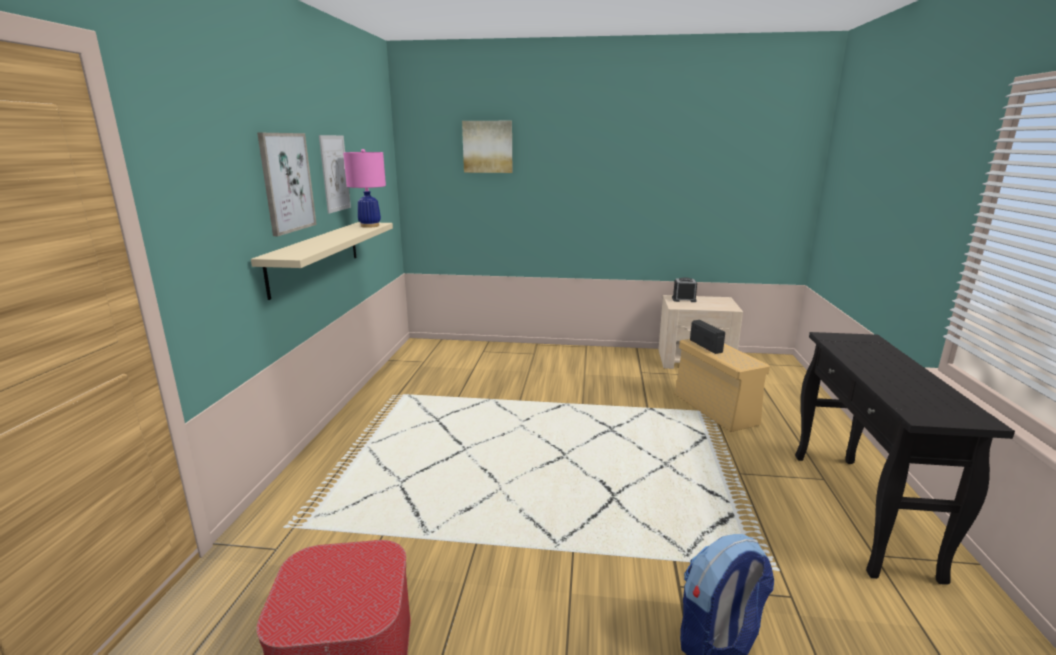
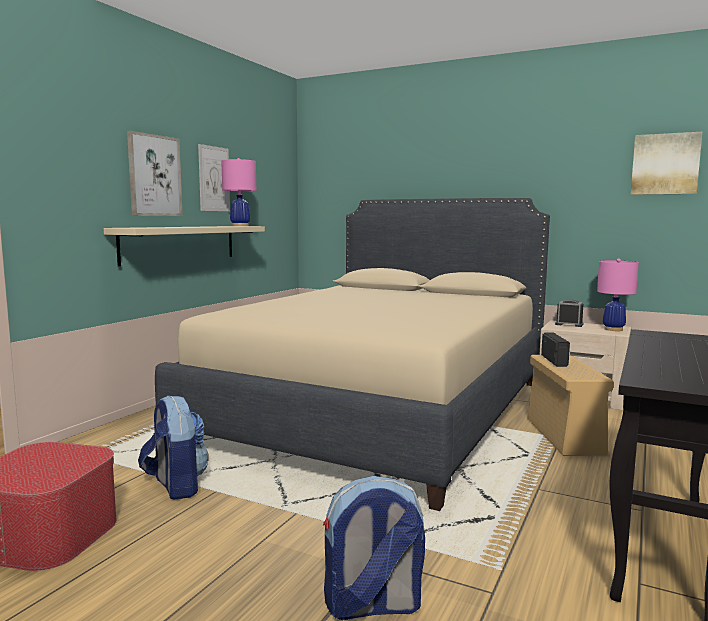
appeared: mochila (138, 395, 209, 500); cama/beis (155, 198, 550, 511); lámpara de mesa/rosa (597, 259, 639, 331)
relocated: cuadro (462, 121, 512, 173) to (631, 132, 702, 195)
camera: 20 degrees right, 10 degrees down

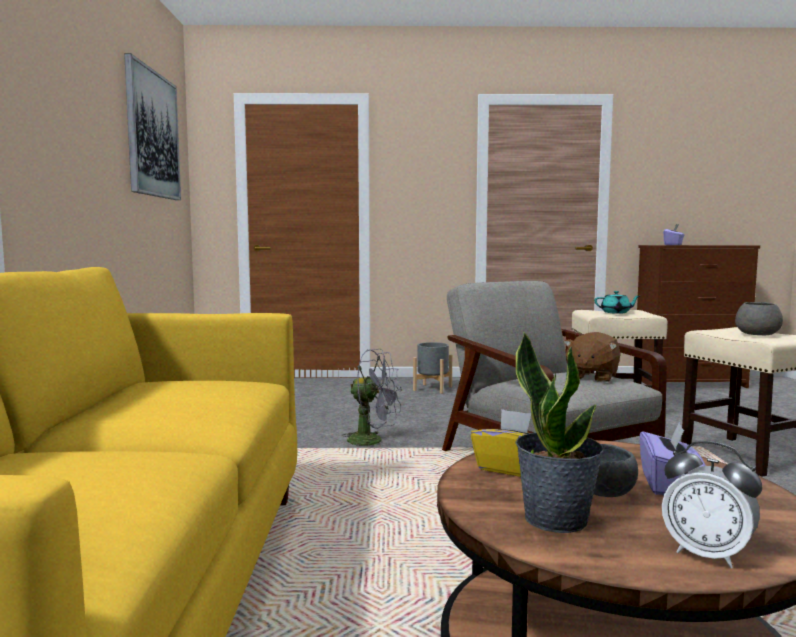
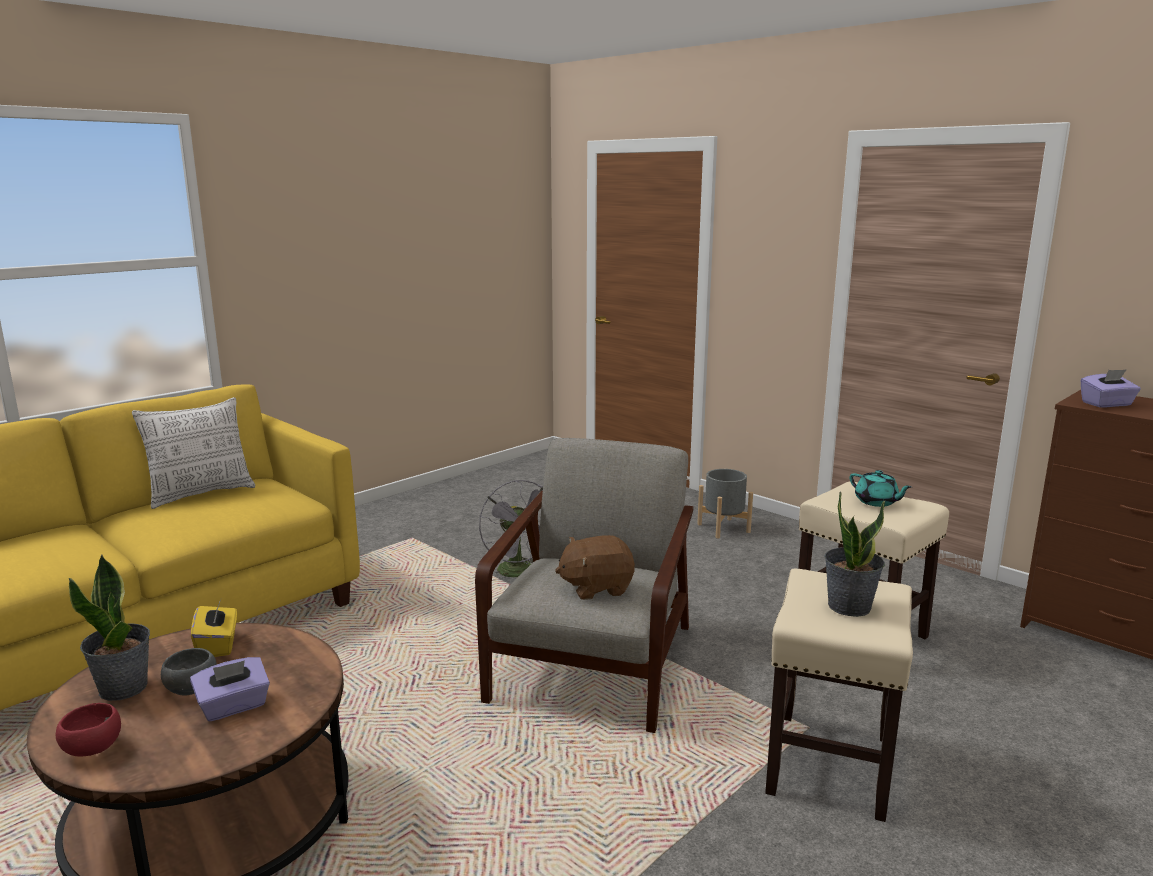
missing: cuadro (124, 53, 181, 200)
appeared: cojín (132, 397, 255, 509)
exchanged: despertador (662, 441, 762, 568) to cuenco/rojo (56, 703, 121, 756); cuenco/gris (735, 302, 783, 335) to planta en maceta (824, 491, 885, 617)
camera: 45 degrees right, 10 degrees up

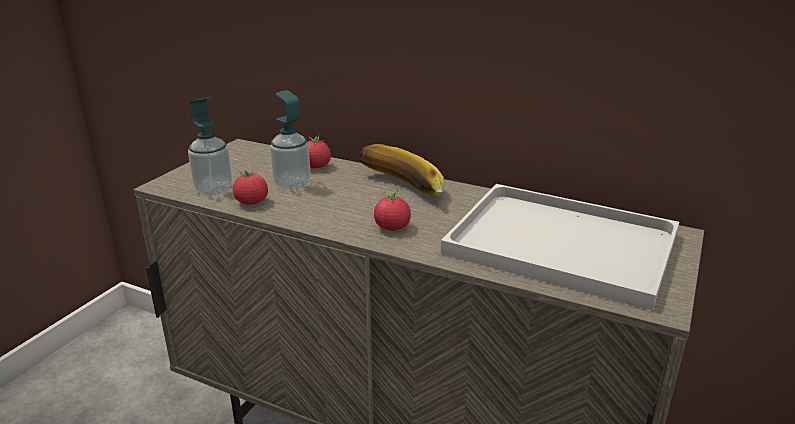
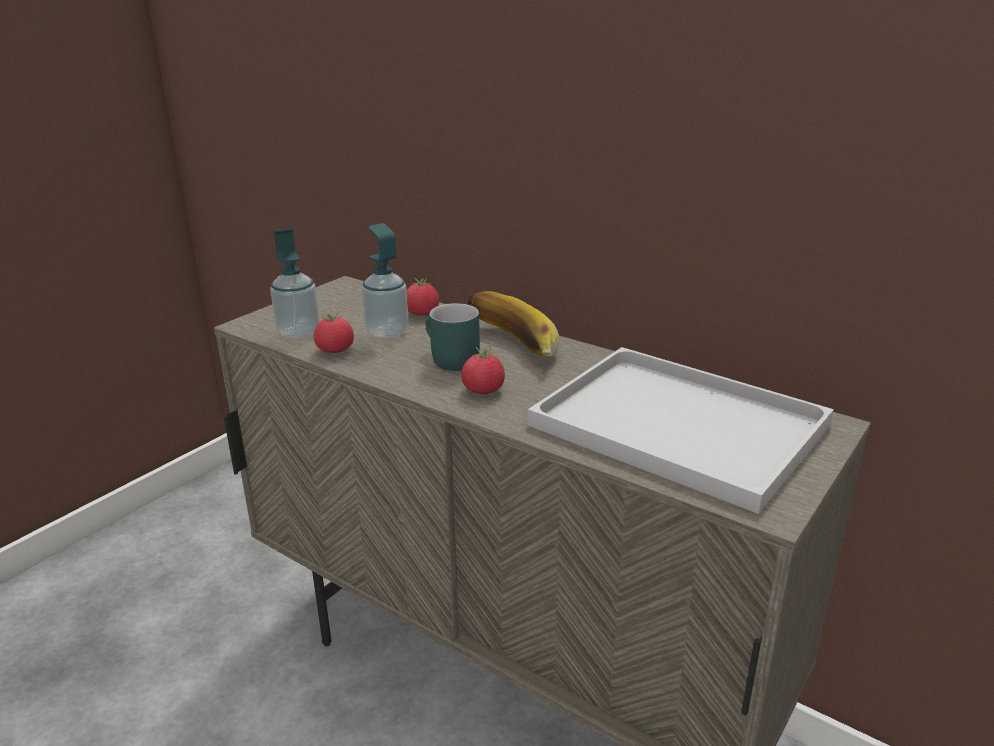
appeared: taza grande/turquesa (425, 303, 480, 371)
camera: 10 degrees right, 0 degrees up

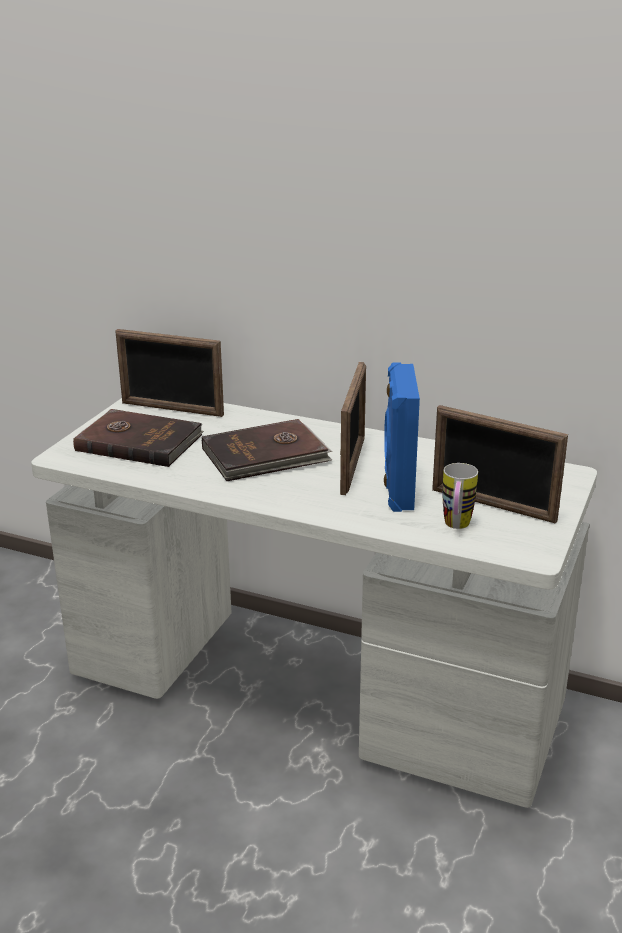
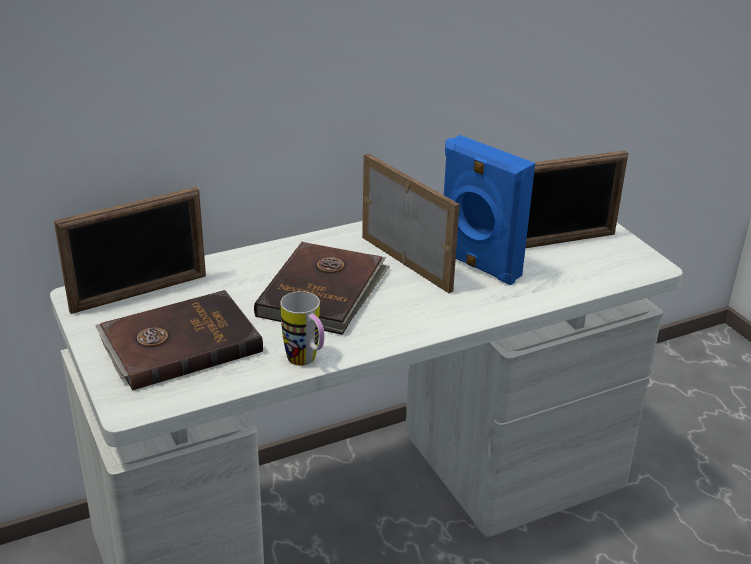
relocated: taza grande (443, 463, 478, 529) to (280, 291, 324, 366)
camera: 50 degrees left, 5 degrees up

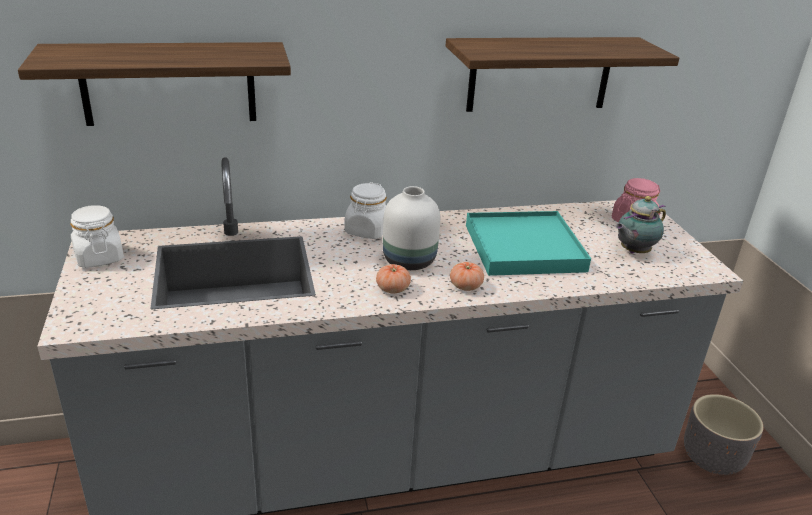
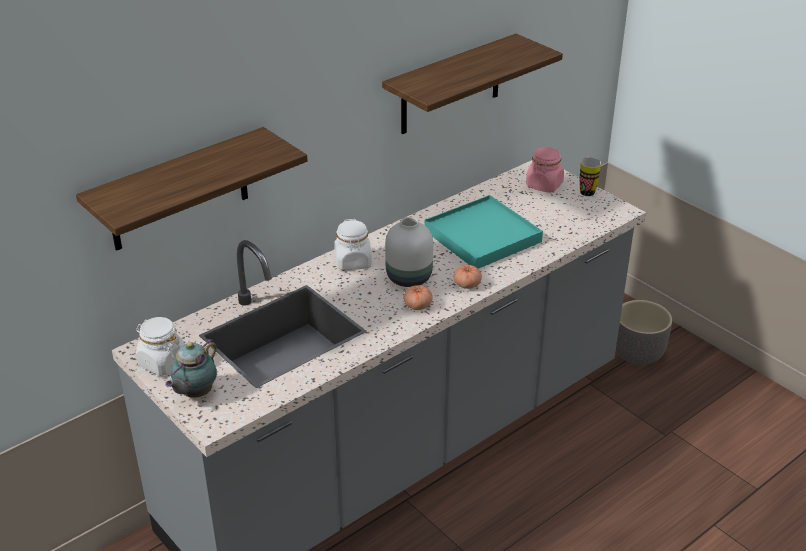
appeared: taza grande (580, 157, 601, 196)
relocated: tetera (615, 196, 666, 253) to (165, 339, 217, 398)
camera: 25 degrees left, 5 degrees up

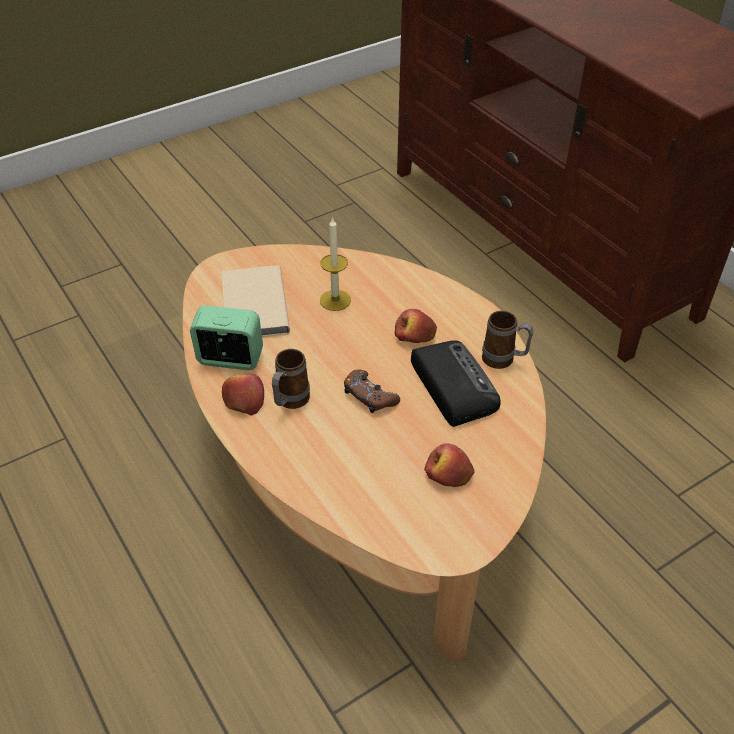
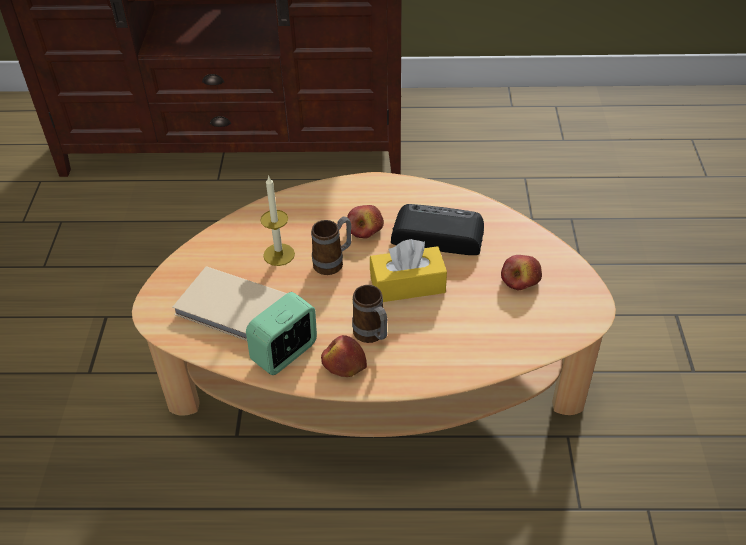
relocated: taza grande (482, 311, 533, 369) to (311, 216, 351, 275)
exchanged: mando de consola/marrón (344, 369, 400, 413) to caja de pañuelos/amarillo (370, 239, 447, 302)
camera: 55 degrees left, 0 degrees up

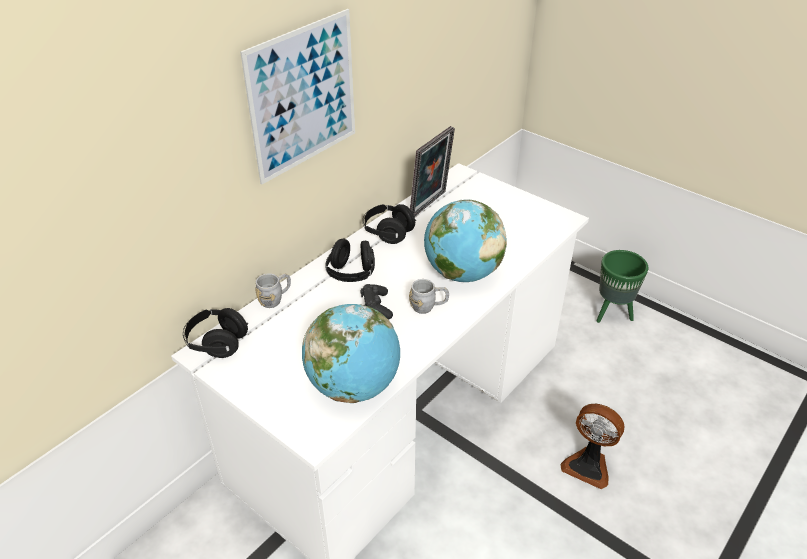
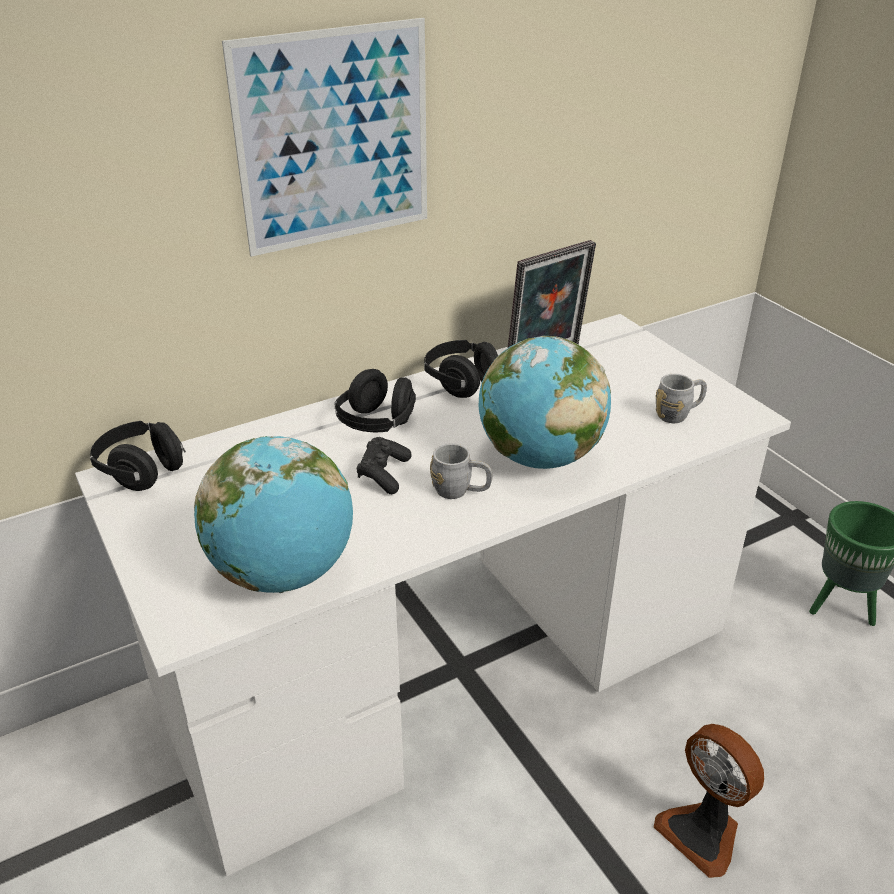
relocated: taza grande/gris (255, 273, 291, 308) to (656, 374, 707, 423)
camera: 20 degrees right, 5 degrees down

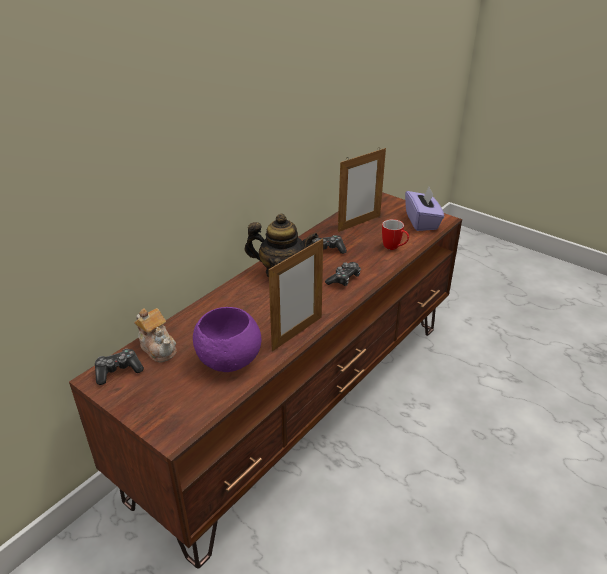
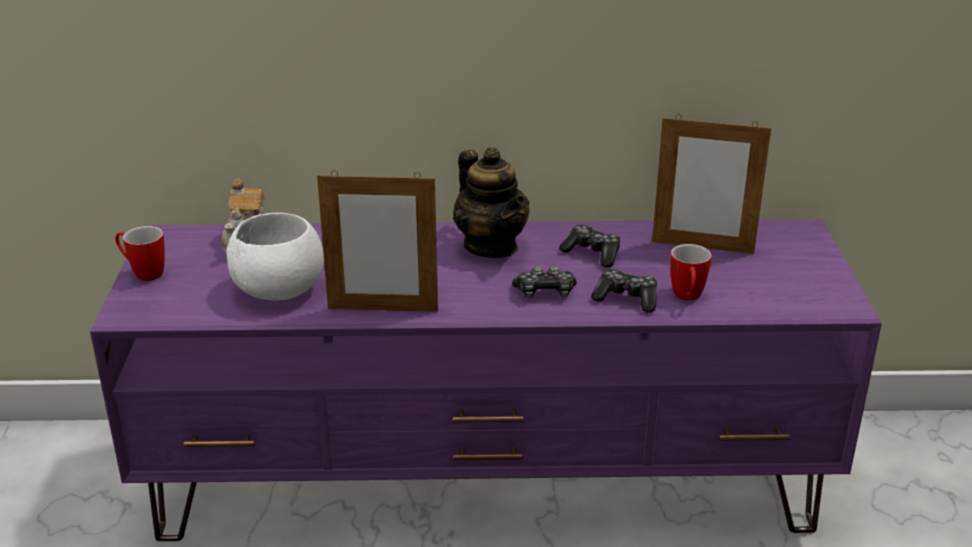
missing: caja de pañuelos/morado (405, 187, 444, 231)
appeared: taza grande (116, 226, 165, 281)
relocated: mando de consola (95, 348, 144, 385) to (591, 269, 657, 313)
colour: mueble de televisión/marrón (69, 192, 462, 568) to mueble de televisión/morado (90, 219, 882, 541); cuenco/morado (193, 307, 261, 372) to cuenco/blanco (226, 213, 324, 300)
camera: 50 degrees right, 5 degrees down

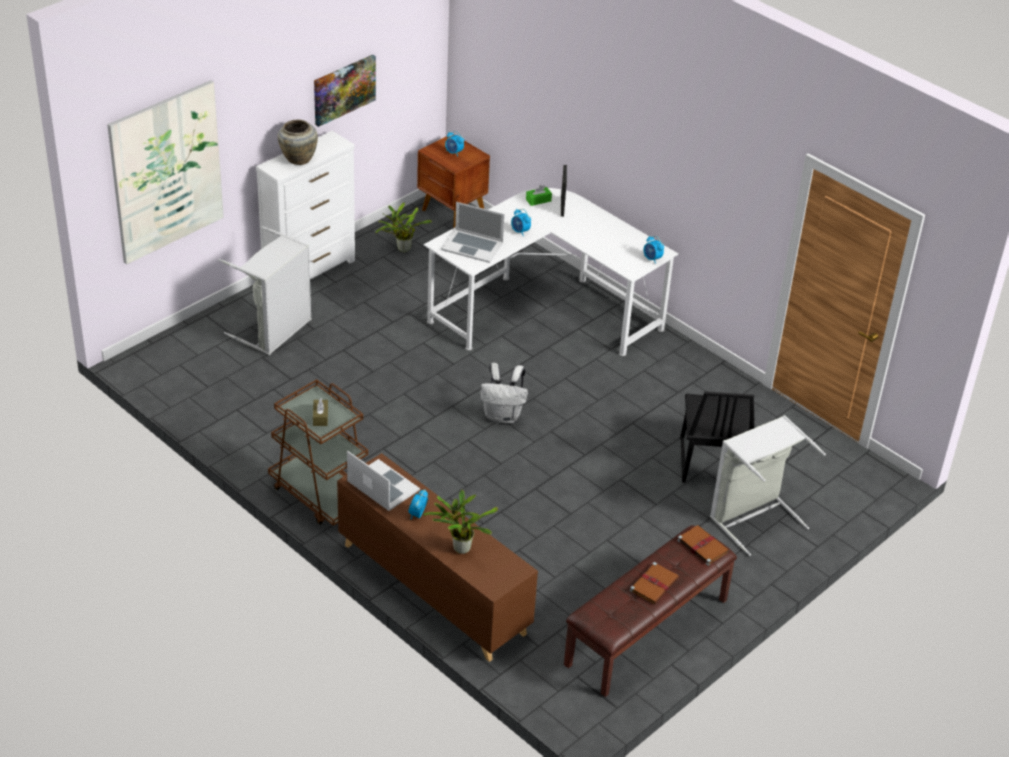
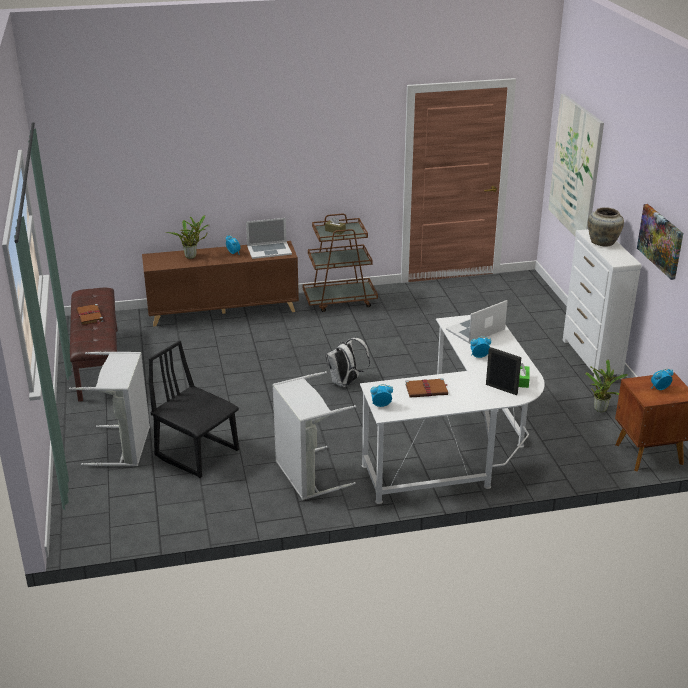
relocated: cesto de la ropa/gris (219, 226, 312, 355) to (272, 371, 356, 500); libro/marrón (677, 525, 729, 566) to (405, 378, 448, 398)
camera: 125 degrees right, 10 degrees down

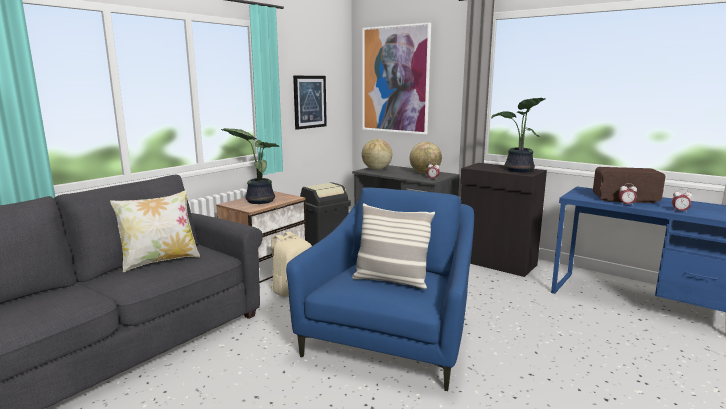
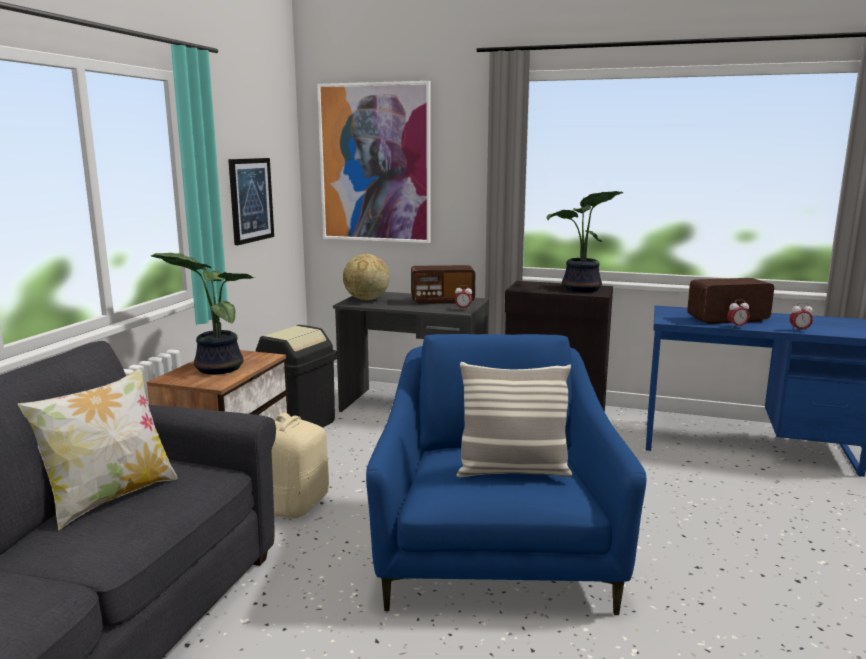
exchanged: globo terráqueo (409, 142, 442, 174) to radio (411, 265, 475, 304)
camera: 20 degrees left, 0 degrees up

